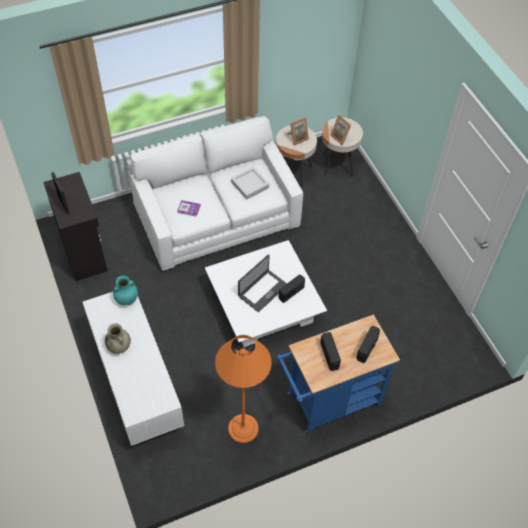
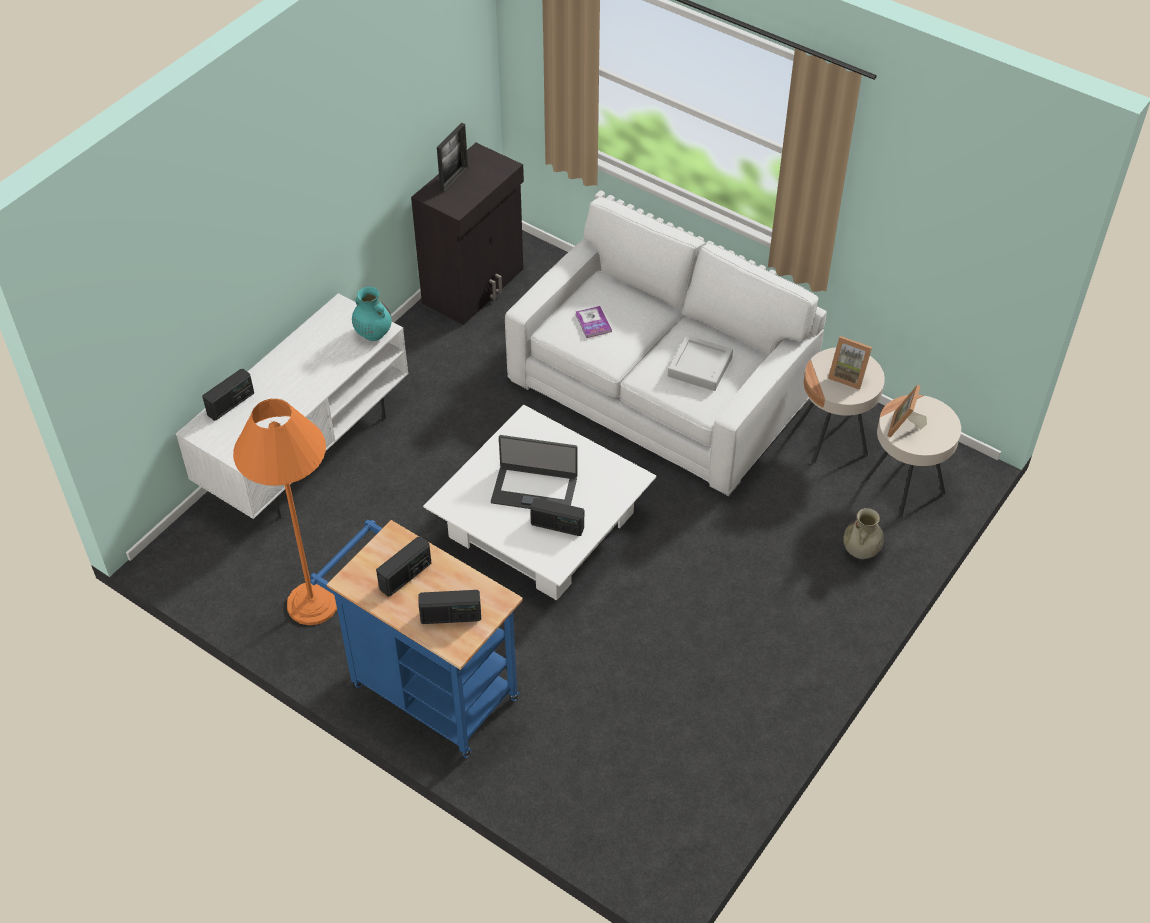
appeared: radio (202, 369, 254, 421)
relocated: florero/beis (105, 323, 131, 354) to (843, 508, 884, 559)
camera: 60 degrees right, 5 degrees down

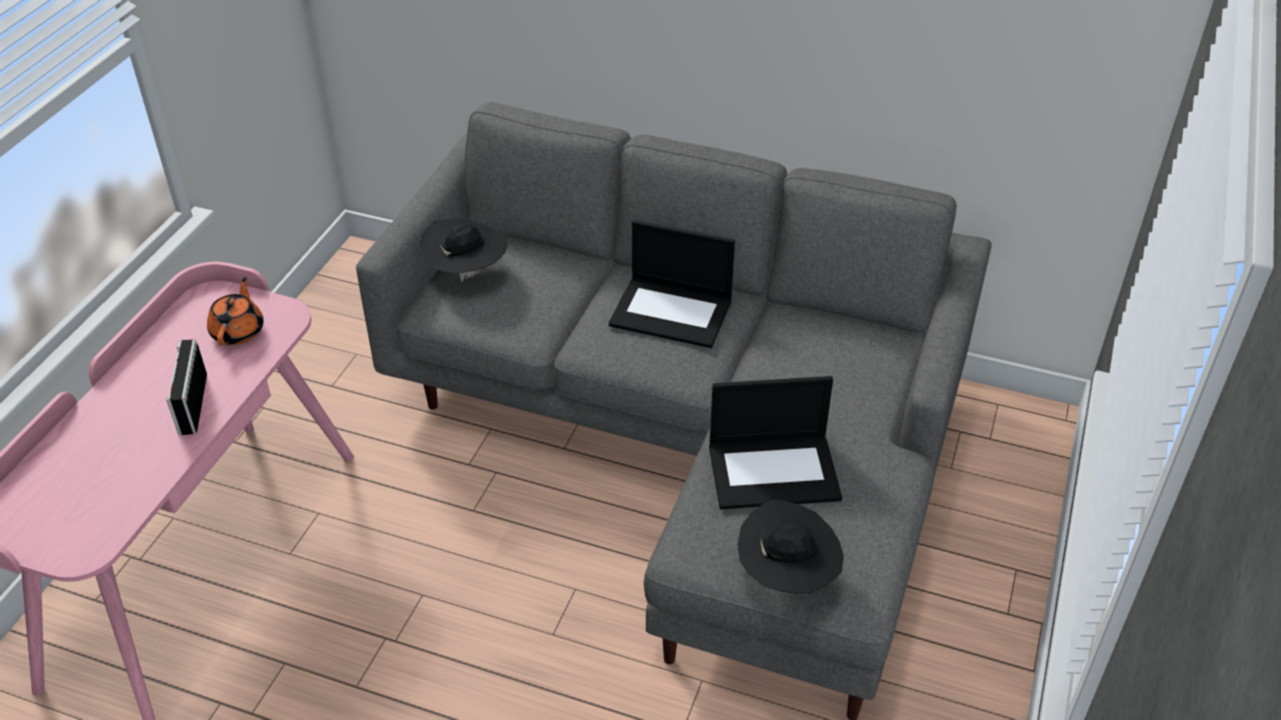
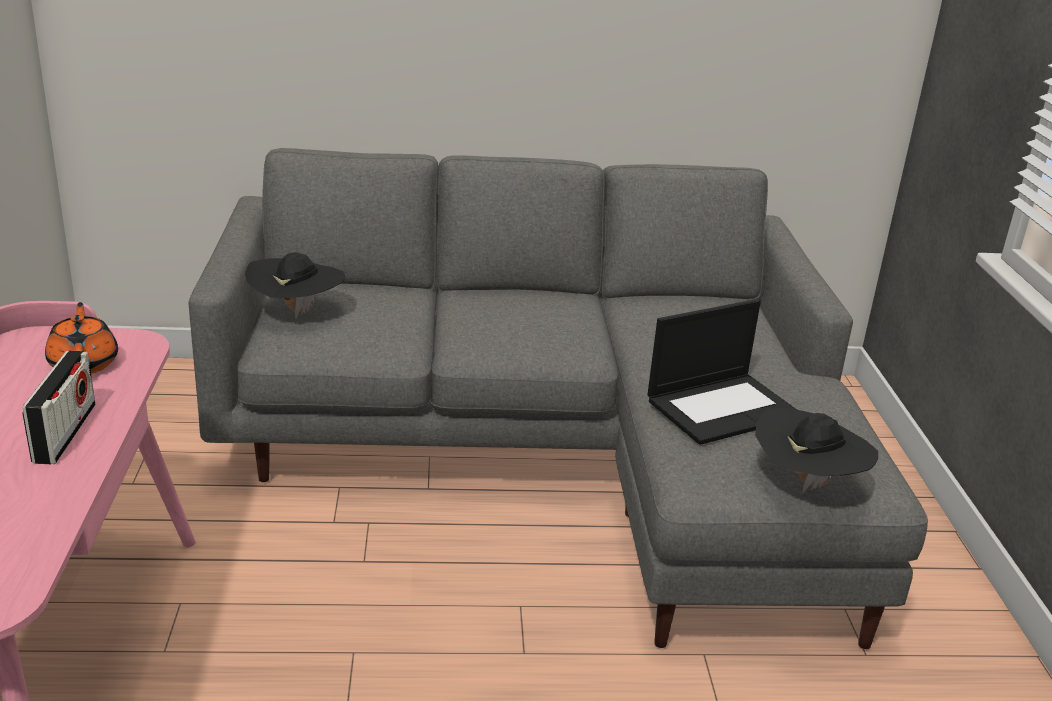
missing: portátil (609, 220, 735, 348)
spun: radio (166, 339, 207, 435) = (22, 351, 95, 464) 150 degrees counterclockwise
camera: 25 degrees left, 15 degrees down

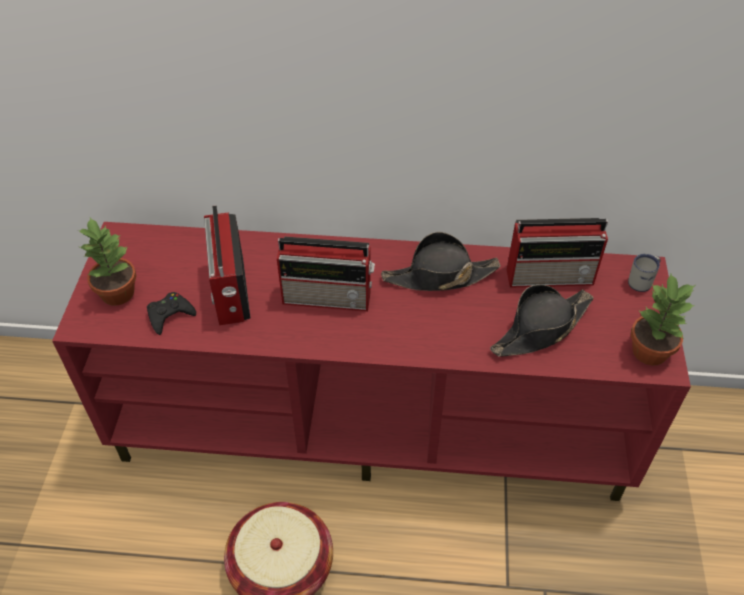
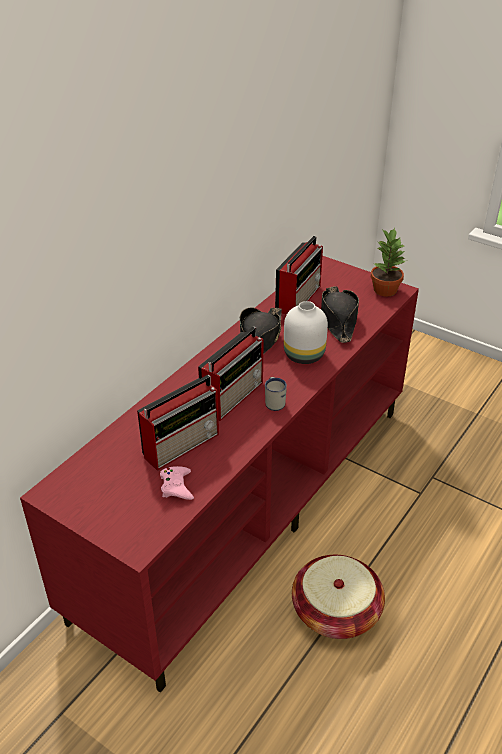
missing: planta en maceta (78, 218, 136, 305)
appeared: florero/blanco (284, 301, 328, 364)
relocated: taza grande/blanco (628, 254, 661, 292) to (265, 377, 287, 411)
colour: mando de consola/negro (147, 292, 196, 335) to mando de consola/rosa (160, 466, 194, 500)
spun: radio (204, 205, 251, 325) = (137, 375, 219, 471) 60 degrees counterclockwise
camera: 60 degrees left, 10 degrees down

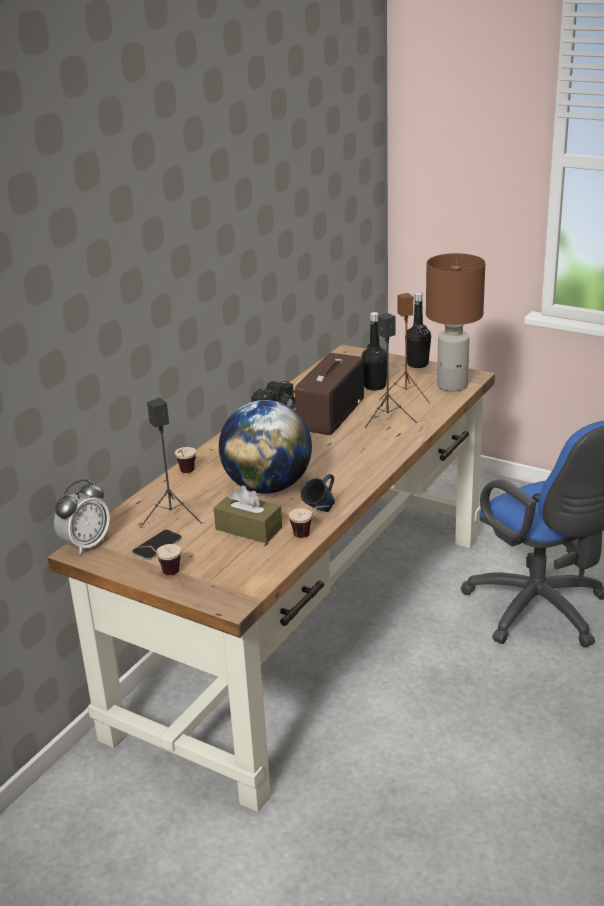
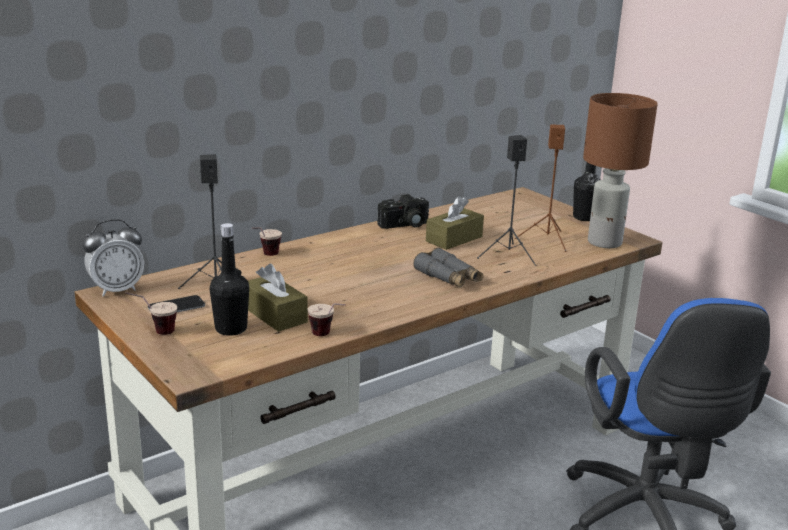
missing: globo terráqueo (219, 400, 312, 494); taza grande/azul (301, 474, 335, 512)
appeared: prismáticos/gris (413, 248, 483, 288)
relocated: botella/negro (361, 312, 387, 391) to (210, 223, 249, 336)
exchanged: radio (295, 353, 364, 435) to caja de pañuelos/marrón (426, 196, 484, 250)
camera: 20 degrees right, 5 degrees down

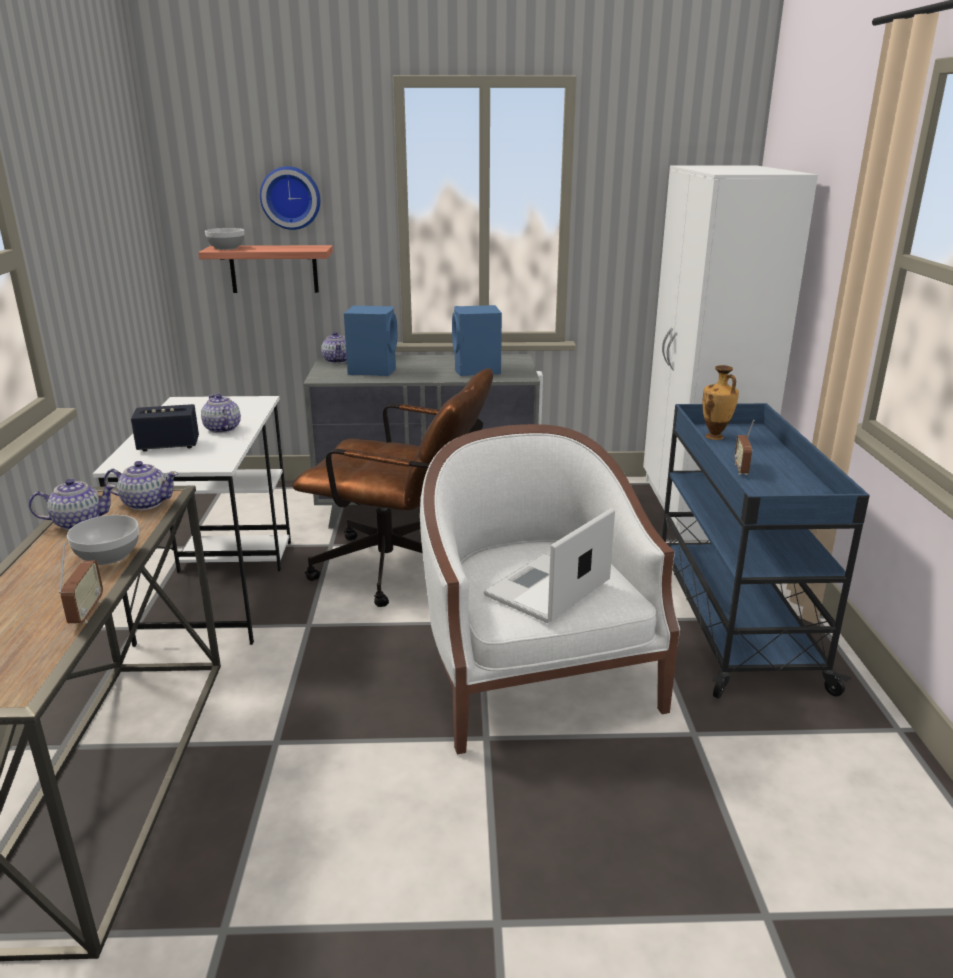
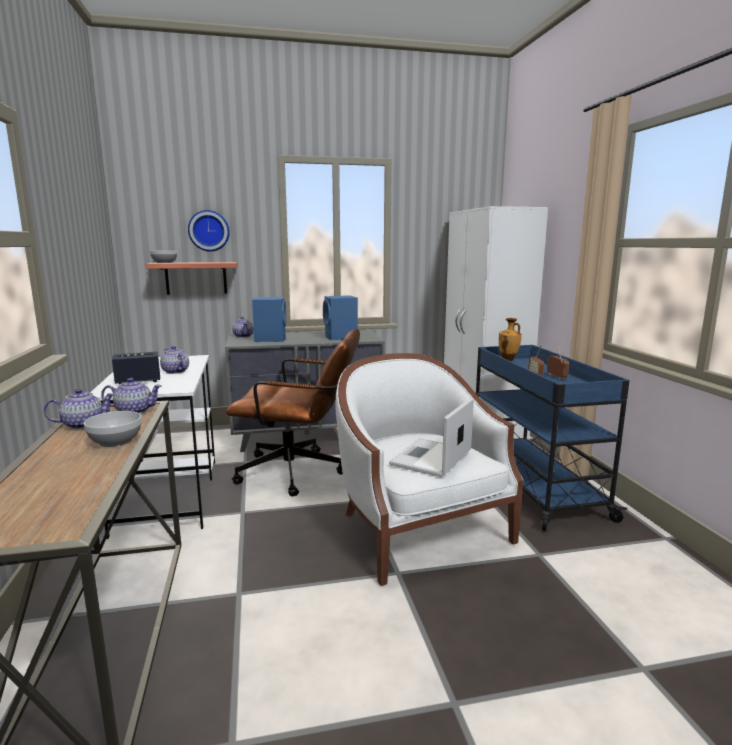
relocated: radio (59, 543, 103, 624) to (547, 344, 569, 379)
camera: 10 degrees left, 10 degrees down

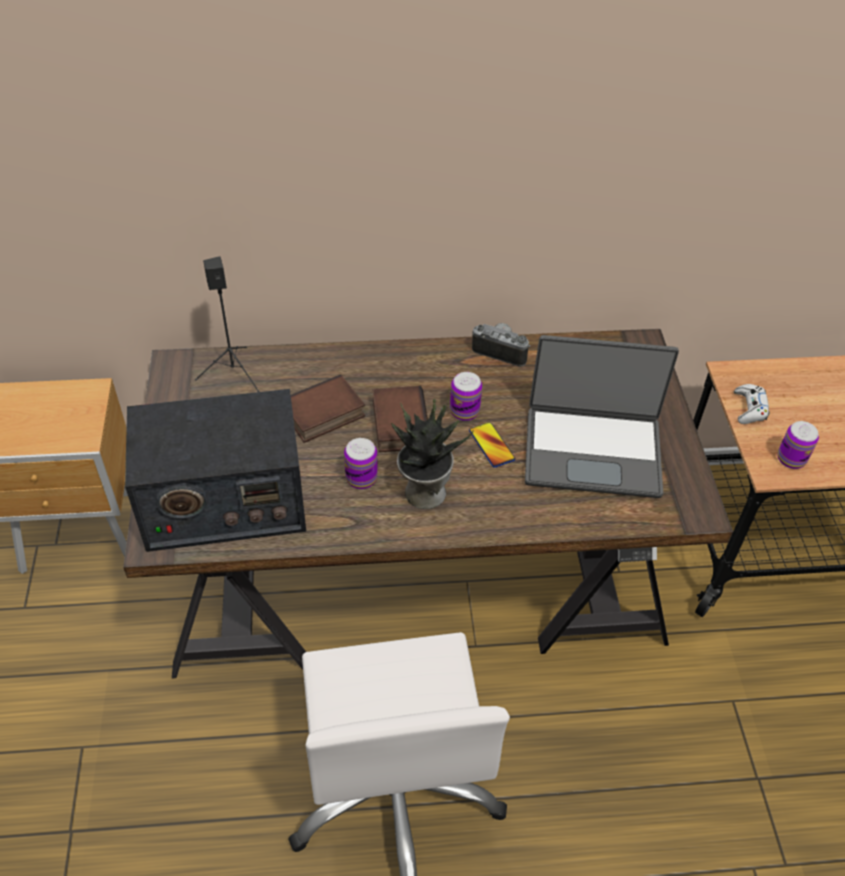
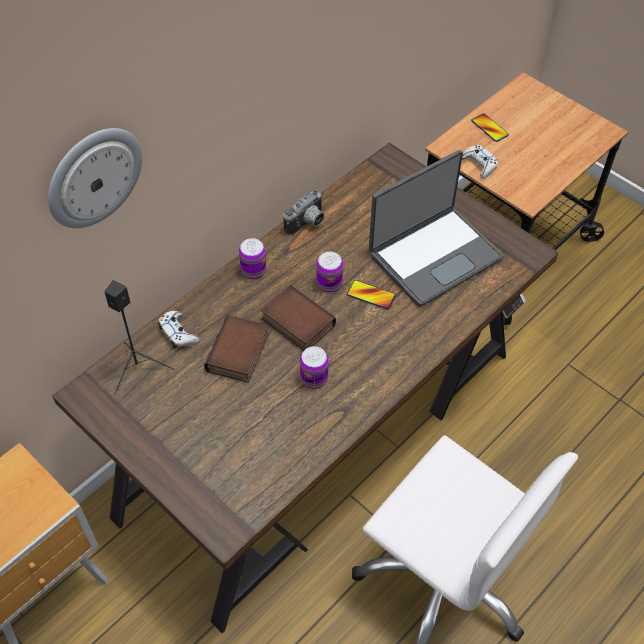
missing: radio (125, 389, 306, 552); planta en maceta (391, 399, 474, 509)
appeared: reloj de pared (48, 128, 142, 228); mando de consola/blanco (158, 311, 200, 349); móvil (471, 113, 509, 142)
relocated: lata (777, 421, 819, 469) to (239, 238, 266, 279)
spun: cámara (472, 323, 530, 366) = (283, 190, 324, 236) 150 degrees clockwise
camera: 40 degrees left, 5 degrees up

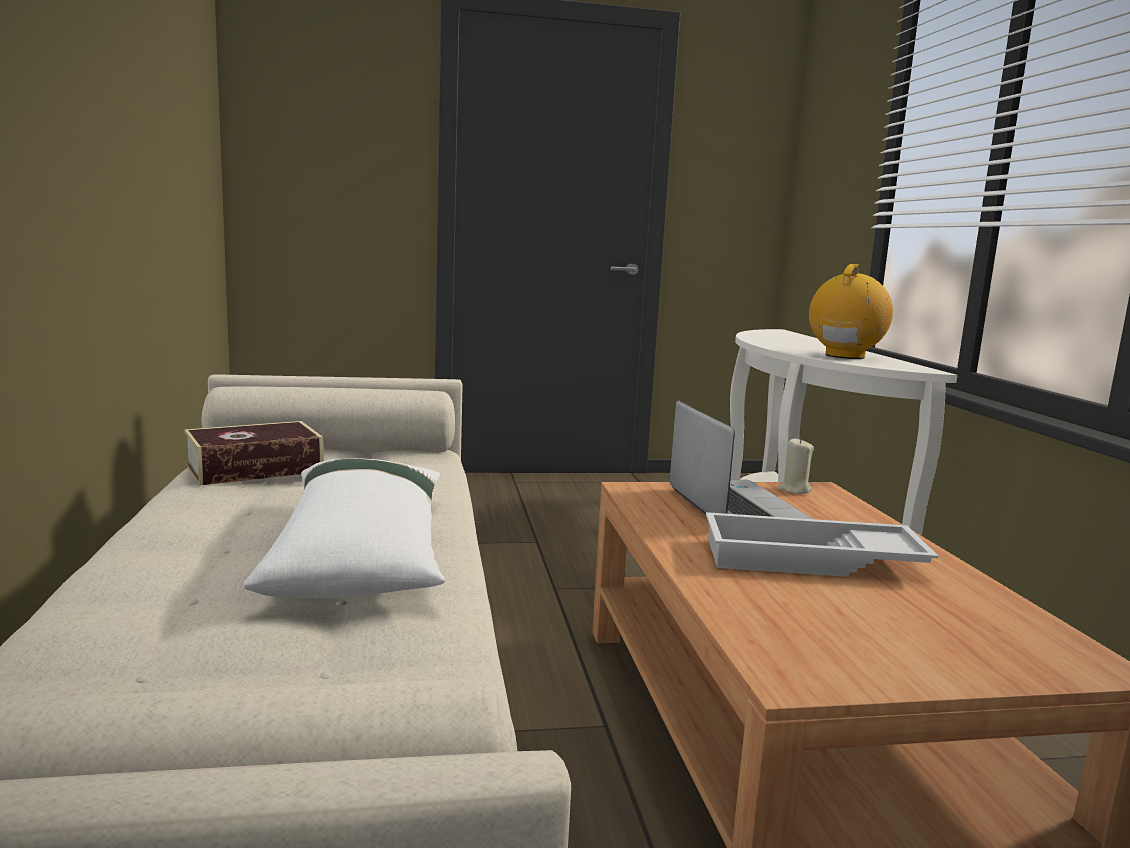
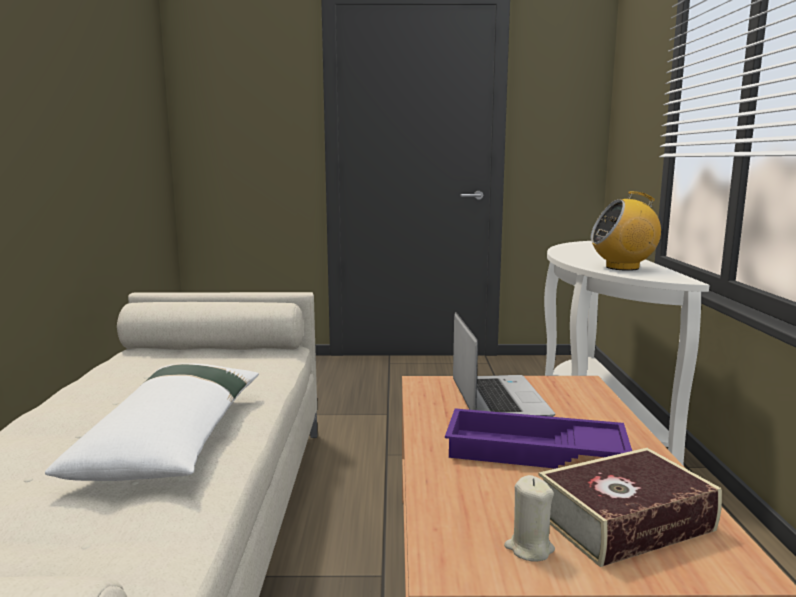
relocated: libro (184, 421, 324, 486) to (539, 448, 722, 567); vela/beis (777, 438, 814, 494) to (504, 475, 555, 562)
colour: bandeja/blanco (706, 512, 939, 577) to bandeja/morado (445, 408, 632, 469)
spun: radio (809, 264, 893, 359) = (591, 191, 661, 271) 135 degrees counterclockwise
camera: 10 degrees right, 0 degrees up

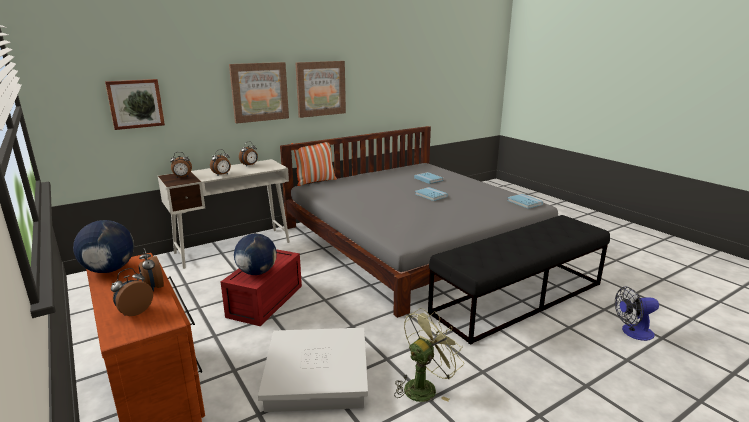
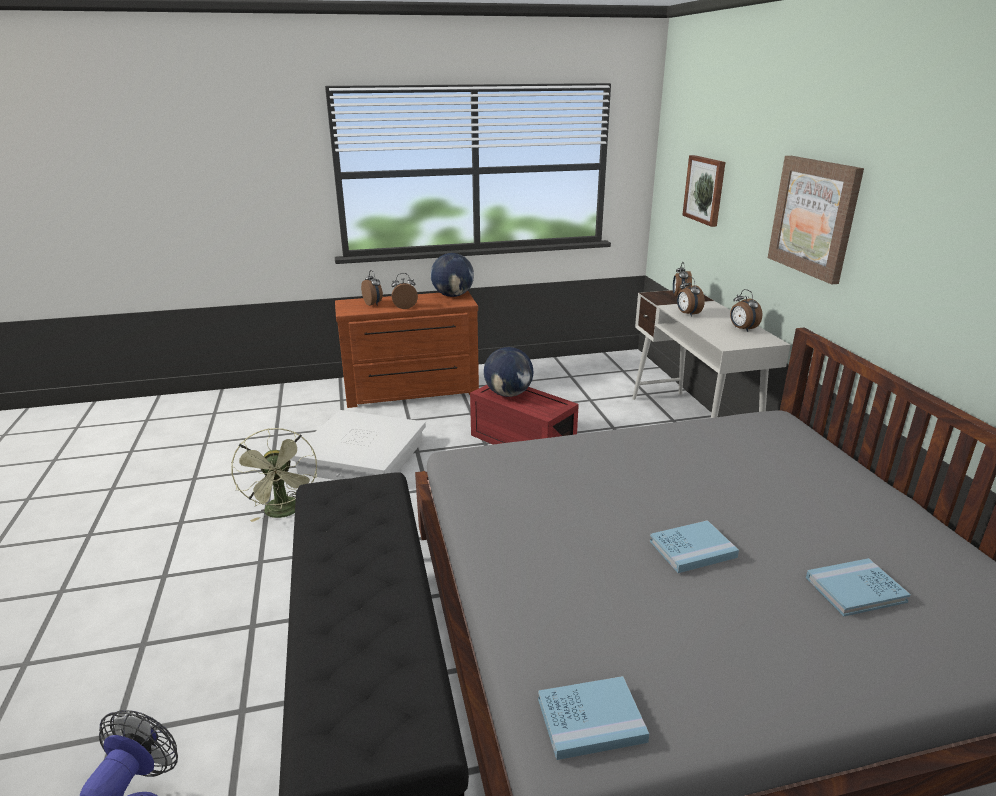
missing: cojín (292, 142, 337, 186); cuadro (295, 61, 346, 118)
camera: 110 degrees right, 5 degrees up

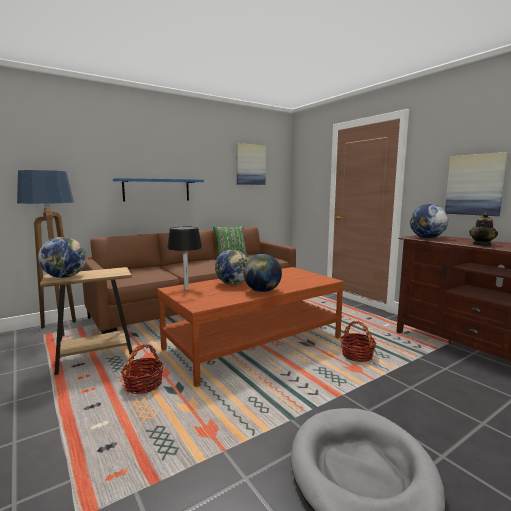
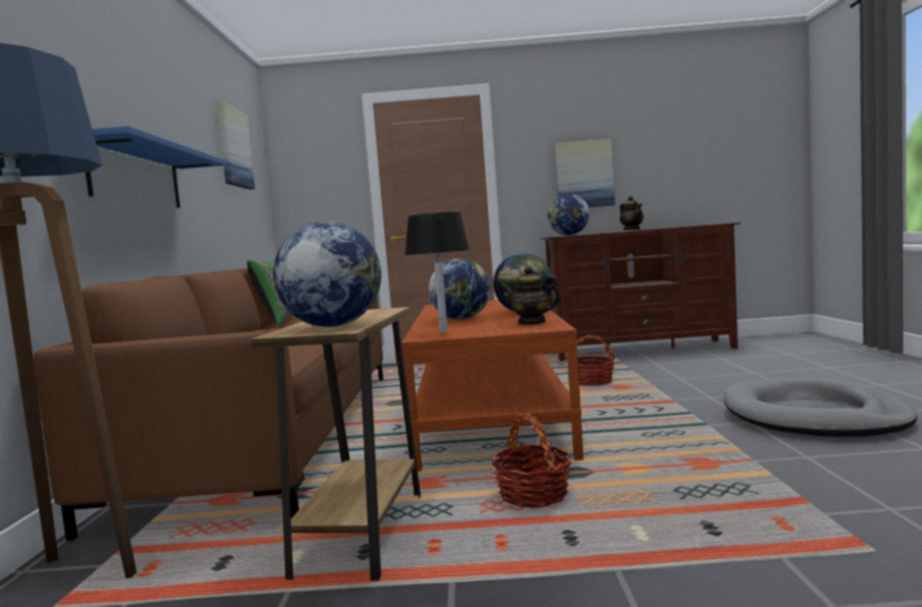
appeared: tetera (499, 266, 563, 325)
camera: 55 degrees left, 5 degrees down

